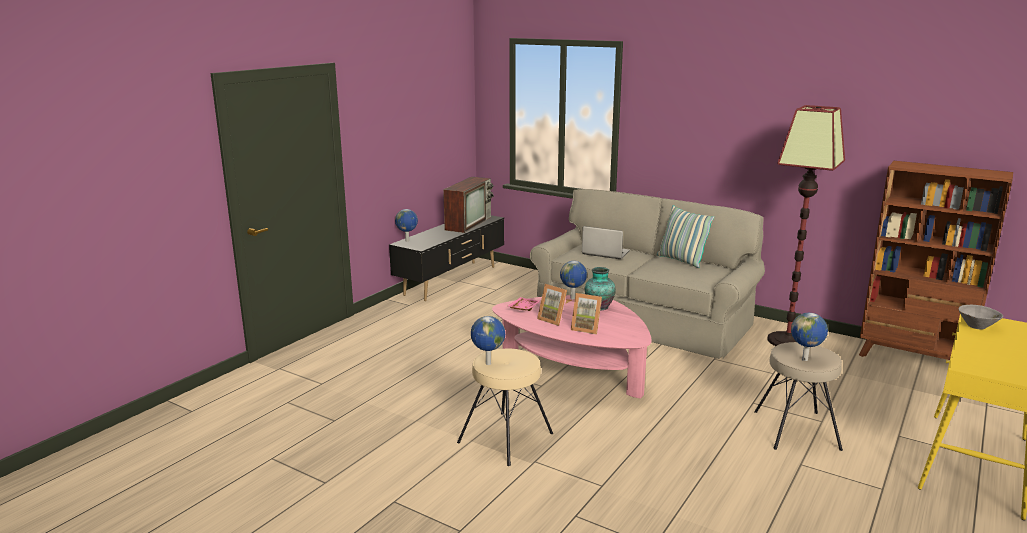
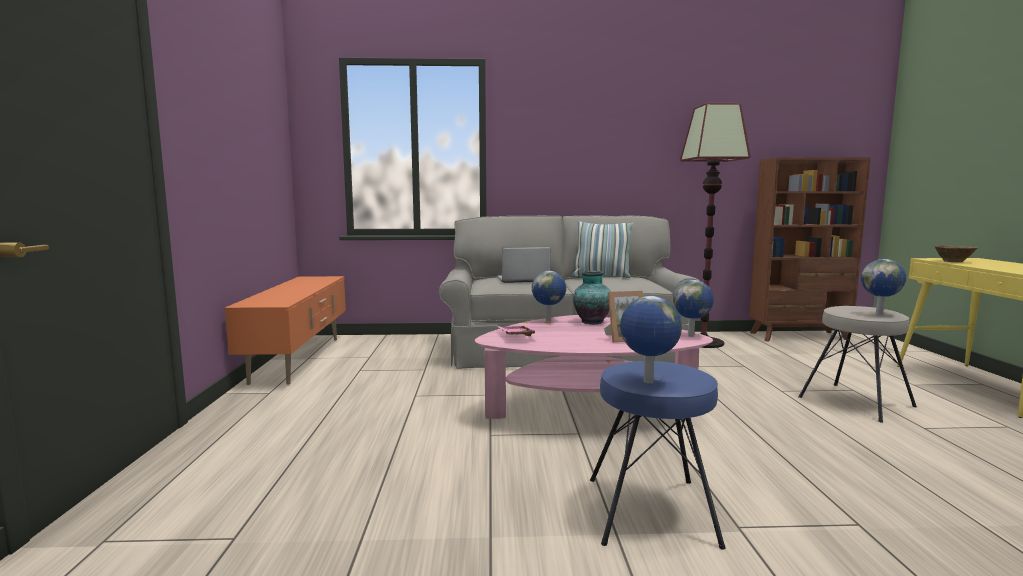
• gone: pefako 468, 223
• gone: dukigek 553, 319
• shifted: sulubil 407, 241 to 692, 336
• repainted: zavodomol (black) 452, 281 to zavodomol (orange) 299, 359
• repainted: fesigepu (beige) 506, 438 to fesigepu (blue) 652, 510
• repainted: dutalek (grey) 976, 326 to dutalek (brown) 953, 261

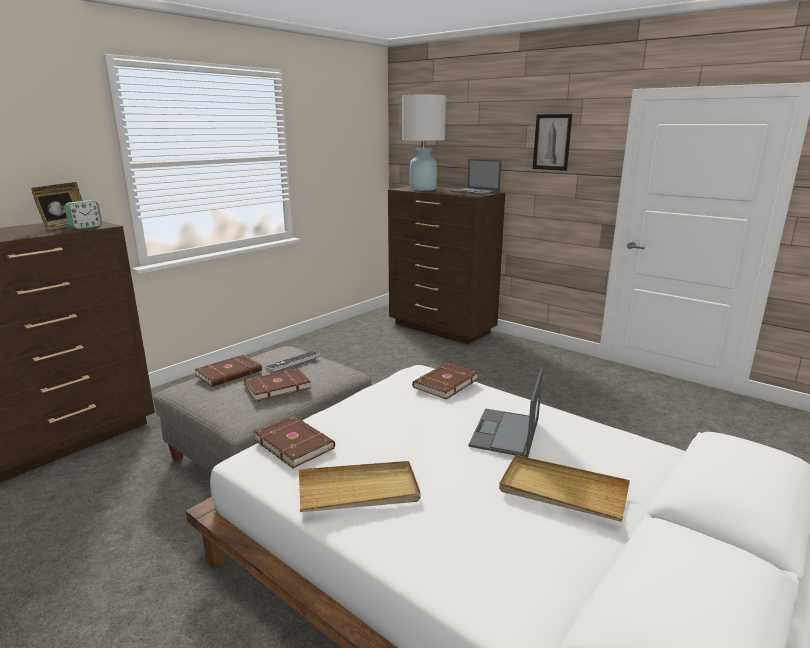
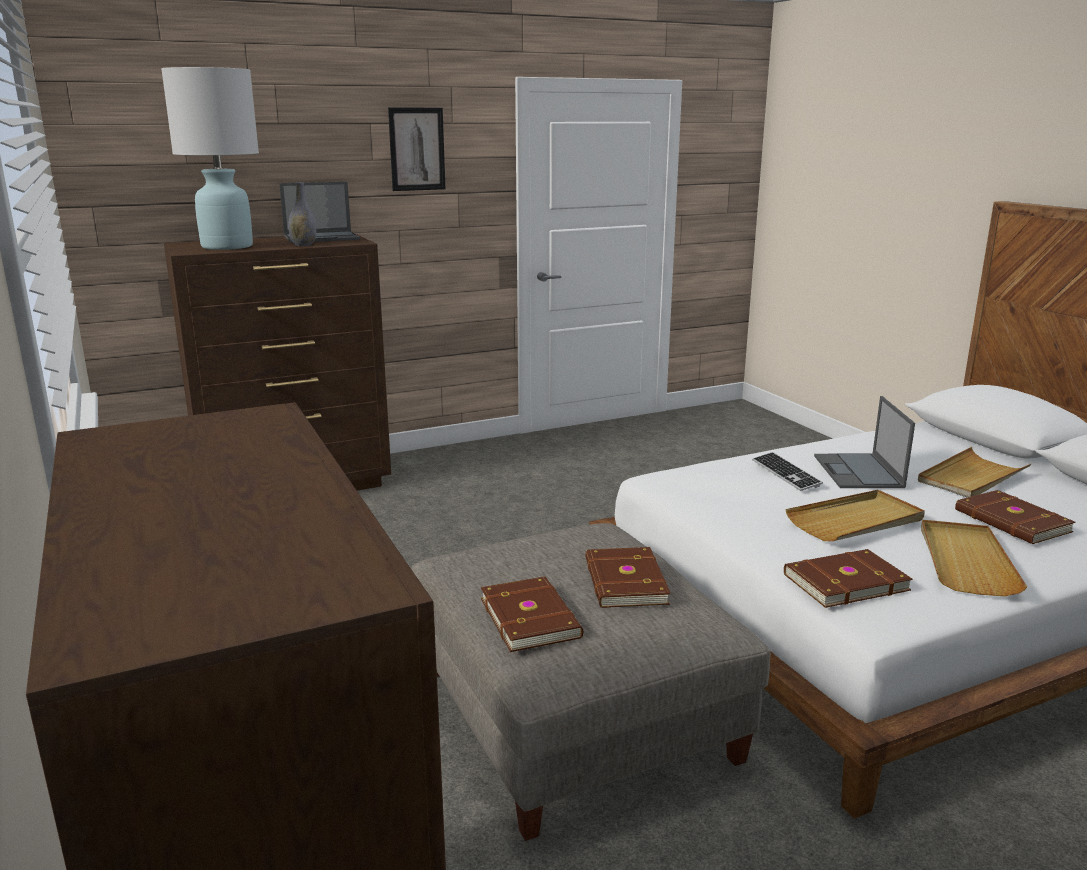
• gone: dukigek 65, 226
• gone: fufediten 86, 227
• new: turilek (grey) 303, 245
• new: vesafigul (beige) 856, 521
• shifted: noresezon 293, 362 to 785, 473
• shifted: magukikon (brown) 444, 383 to 1011, 522
• rotated: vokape 505, 433 = 859, 472 45 degrees clockwise

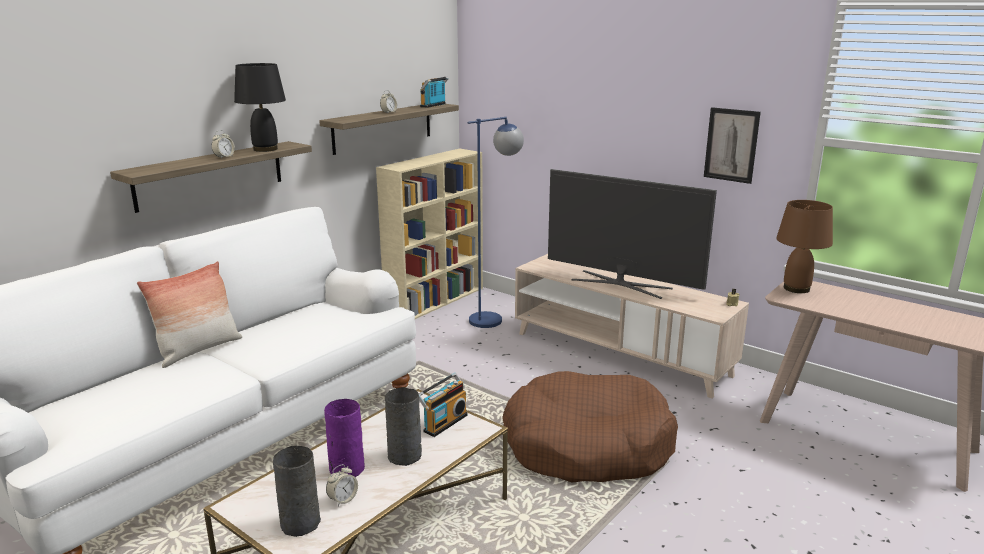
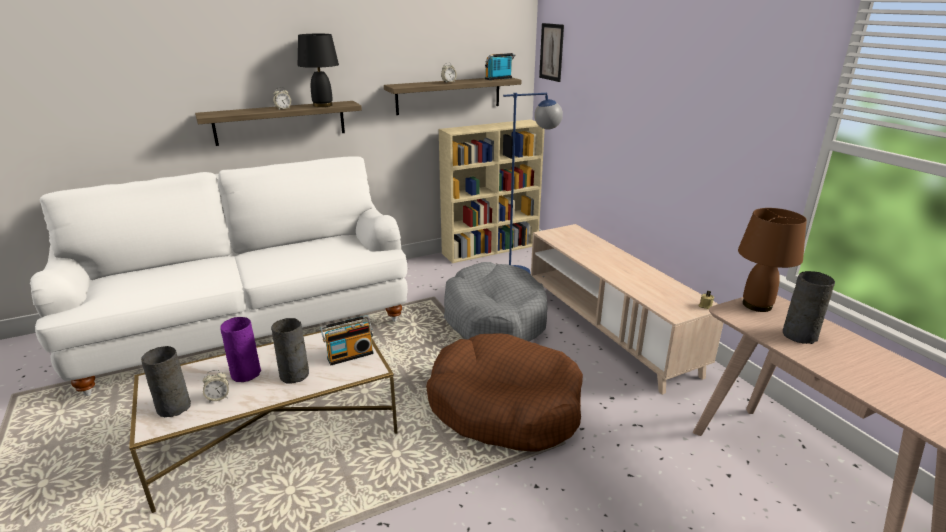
• gone: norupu 198, 350
• gone: pefako 621, 284
• new: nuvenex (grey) 494, 319
• new: turilek (grey) 798, 335
• shifted: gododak 731, 145 to 551, 52

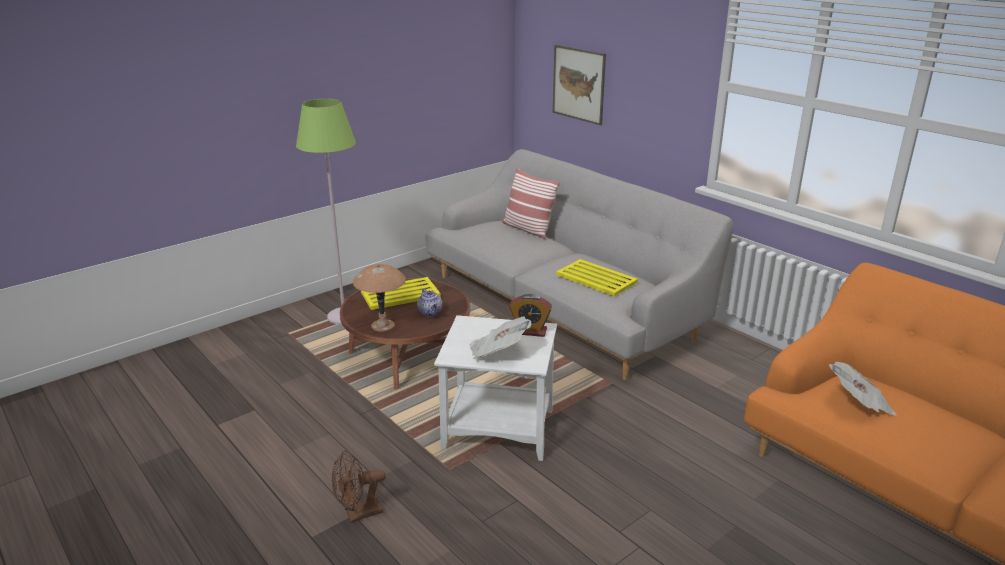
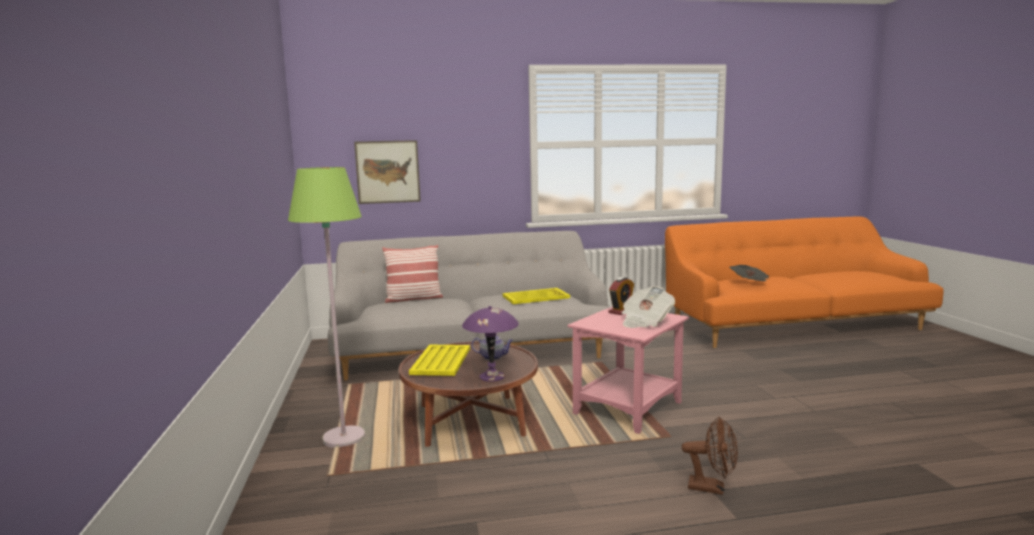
• repainted: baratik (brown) 382, 326 to baratik (purple) 492, 376
• repainted: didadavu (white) 499, 428 to didadavu (pink) 626, 408
• rotated: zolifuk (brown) 358, 514 = 712, 488 75 degrees counterclockwise

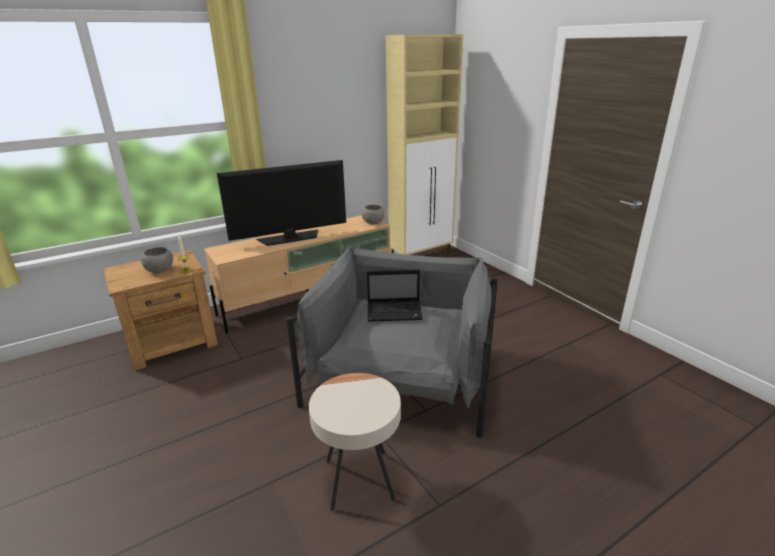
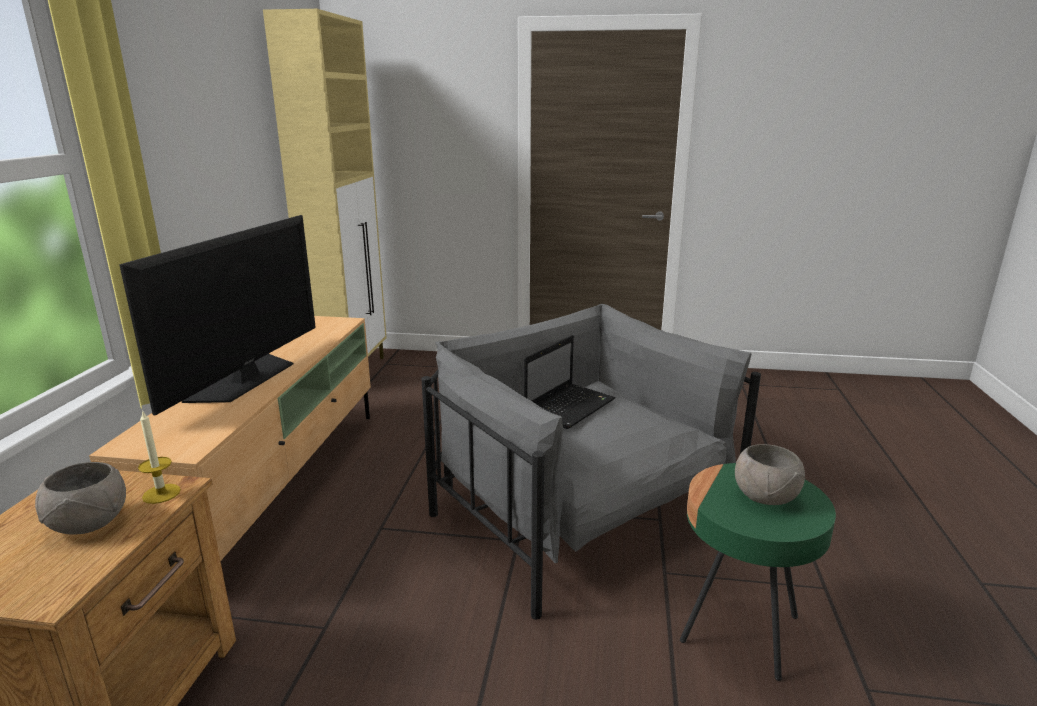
• shifted: dutalek (grey) 373, 223 to 766, 497
• repainted: didadavu (beige) 359, 479 to didadavu (green) 739, 629

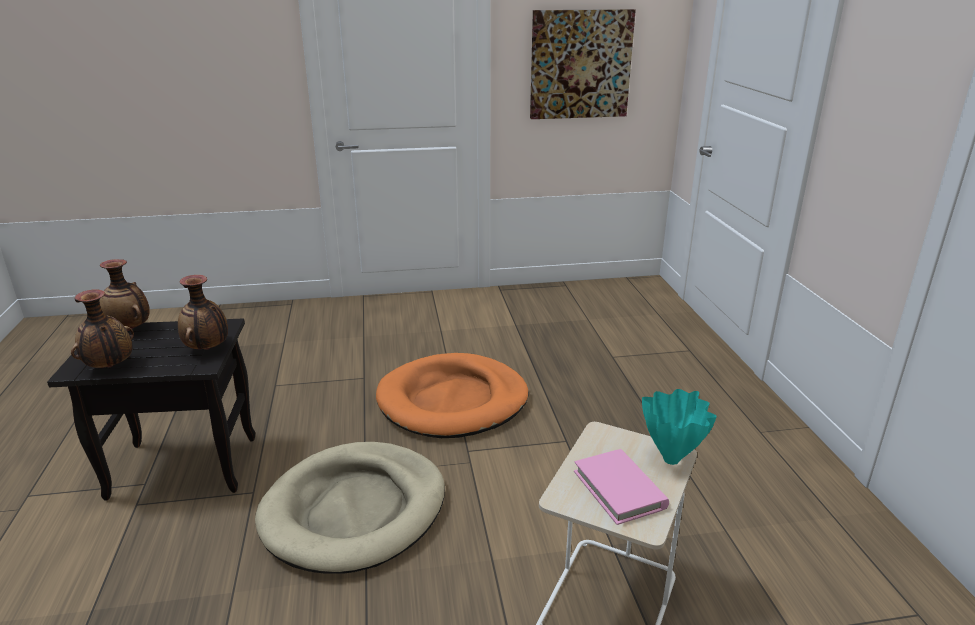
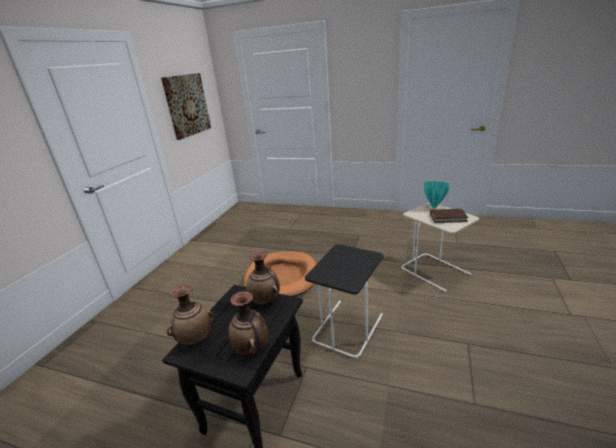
• swapped: nuvenex (beige) 355, 510 to didadavu (black) 347, 327
• repainted: magukikon (pink) 619, 489 to magukikon (brown) 448, 217

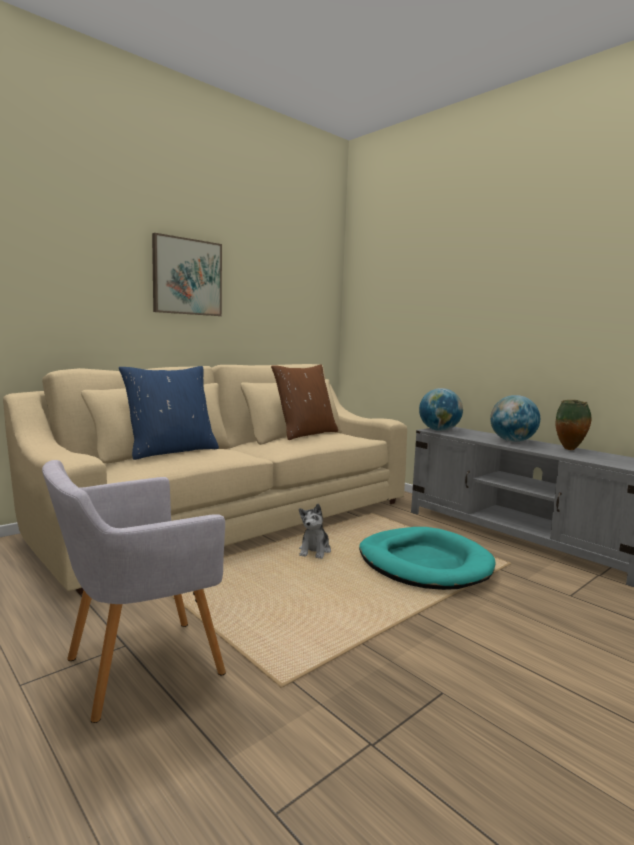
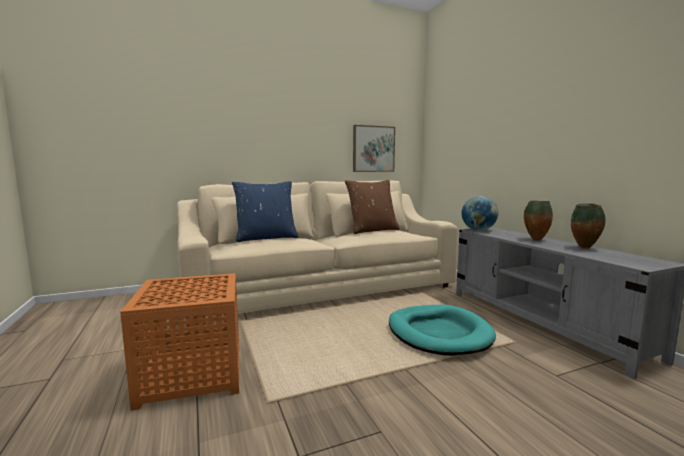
• gone: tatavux 315, 551
• shifted: gododak 187, 277 to 373, 149
• swapped: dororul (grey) 136, 667 to didadavu (orange) 191, 374
• swapped: sulubil 512, 441 to turilek 535, 239

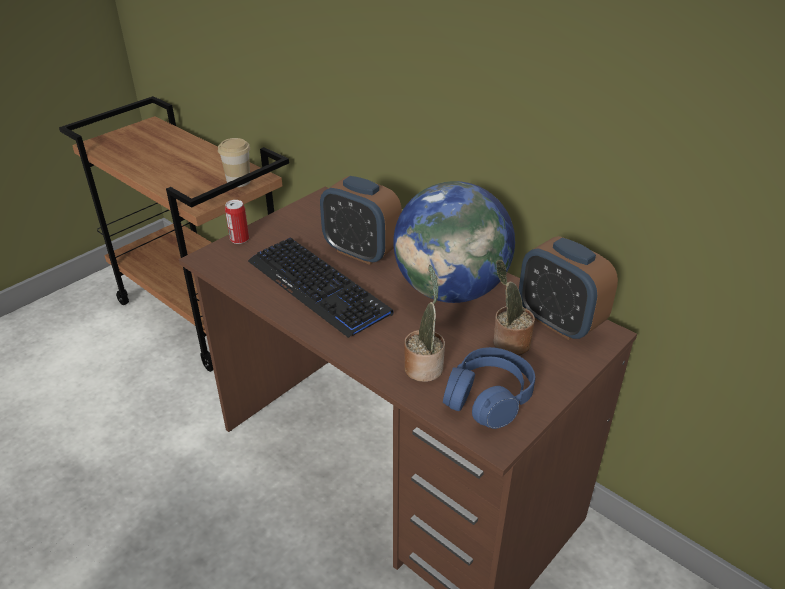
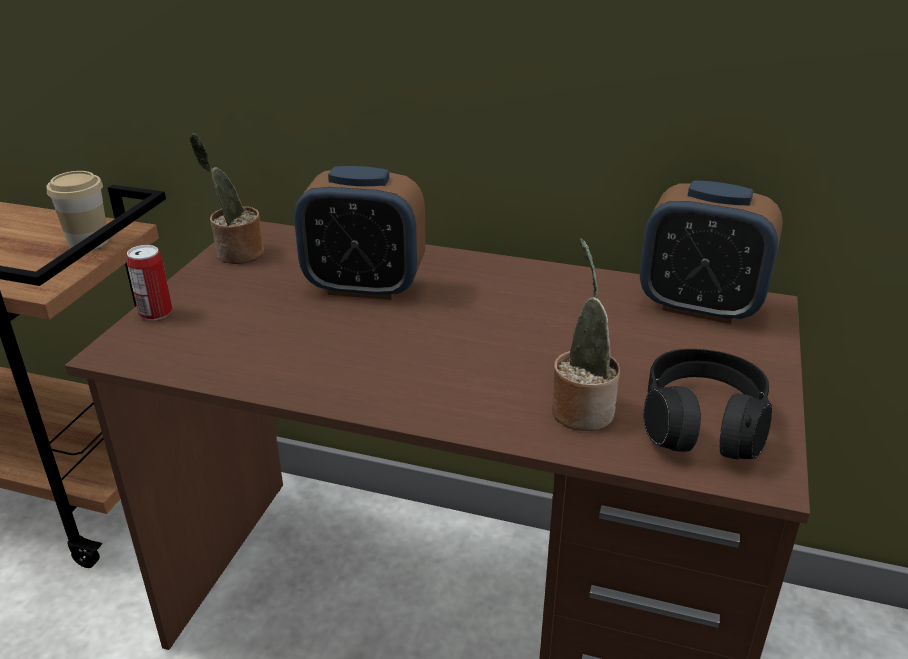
• gone: noresezon 318, 287
• gone: sulubil 451, 290
• shifted: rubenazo 508, 343 to 236, 254
• repainted: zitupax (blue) 488, 398 to zitupax (black) 702, 423

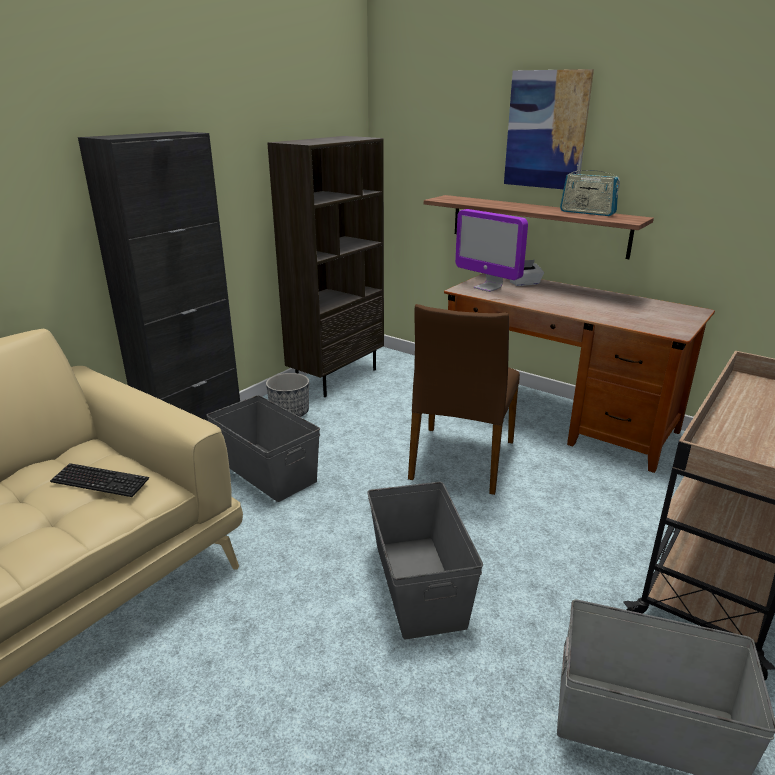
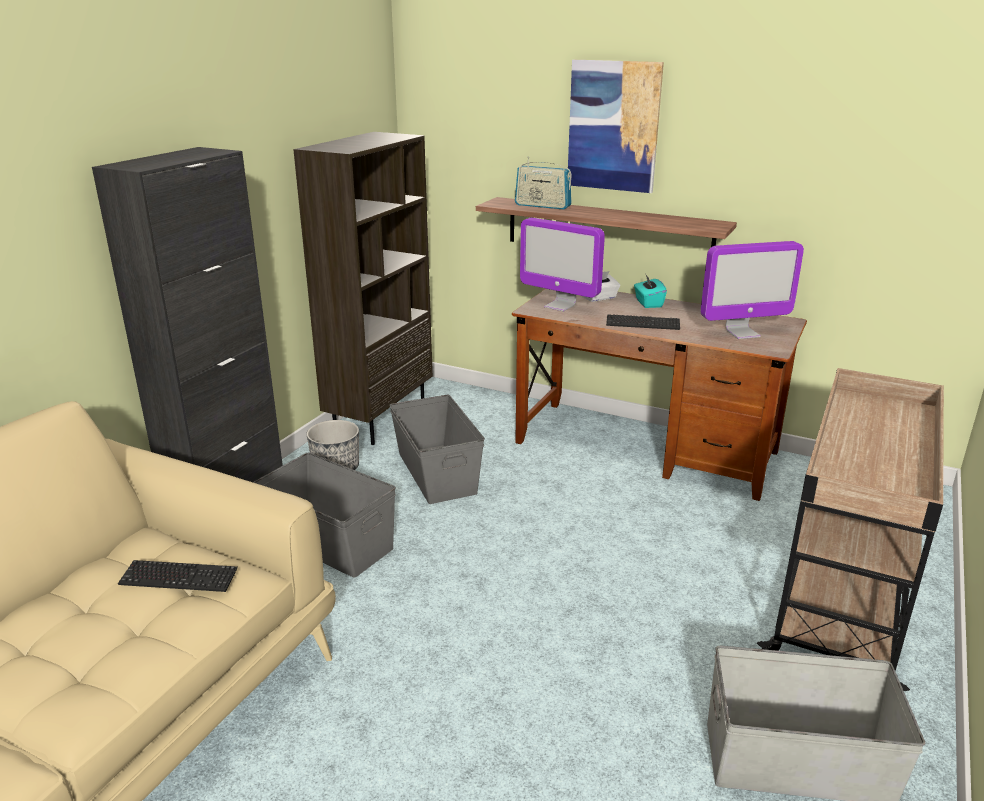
• gone: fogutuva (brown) 460, 459
• new: noresezon 642, 324
• new: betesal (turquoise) 648, 303
• new: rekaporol 742, 333
• shifted: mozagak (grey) 418, 584 to 436, 473
• shifted: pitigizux 587, 213 to 542, 206

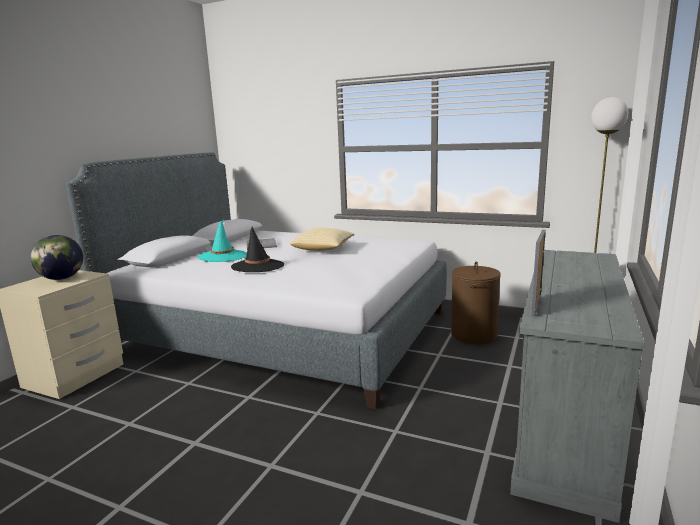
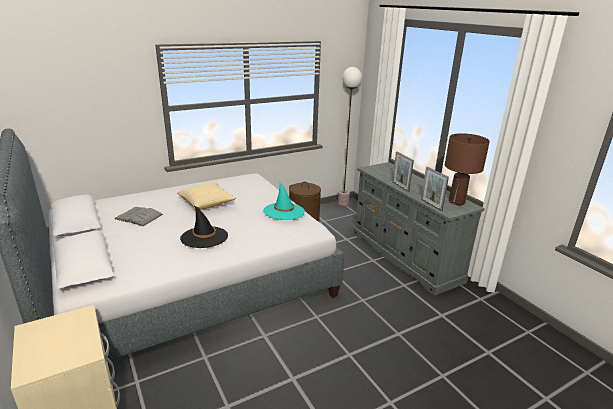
• gone: sulubil 62, 278
• new: dukigek 400, 186
• new: baratik (brown) 456, 202
• shifted: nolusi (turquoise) 223, 256 to 284, 211

